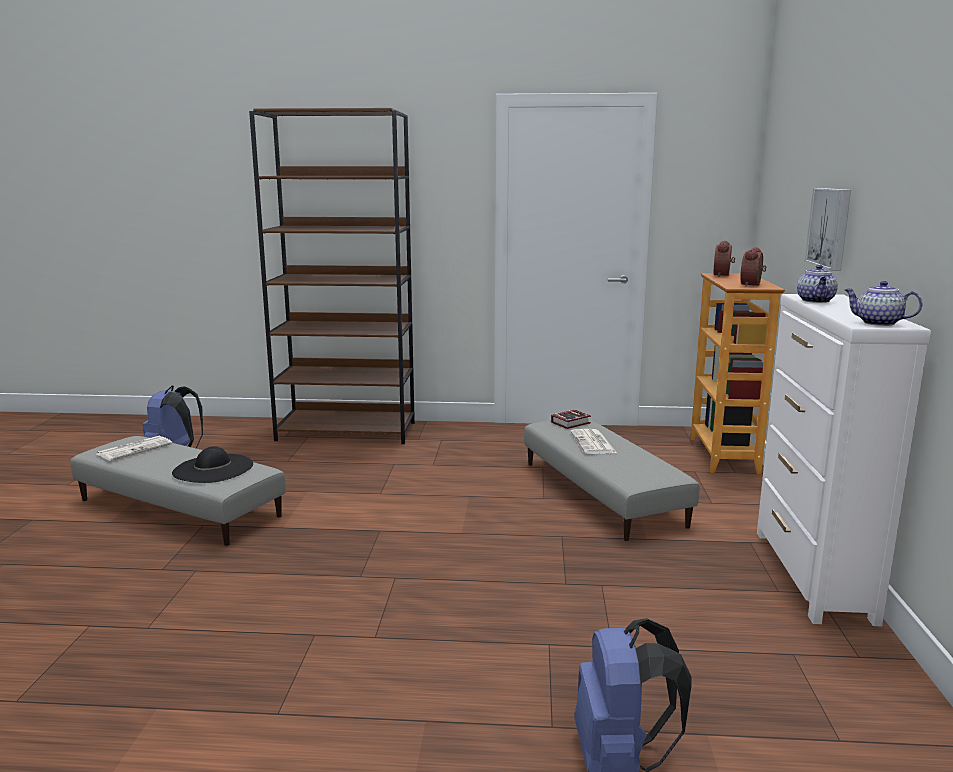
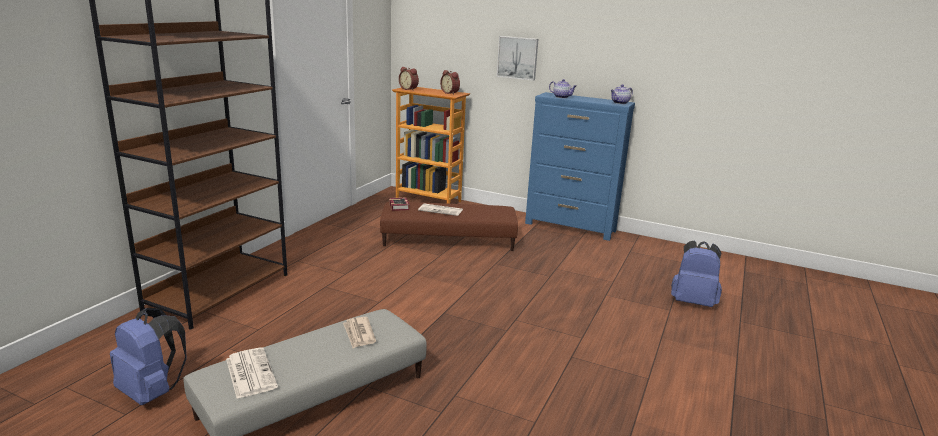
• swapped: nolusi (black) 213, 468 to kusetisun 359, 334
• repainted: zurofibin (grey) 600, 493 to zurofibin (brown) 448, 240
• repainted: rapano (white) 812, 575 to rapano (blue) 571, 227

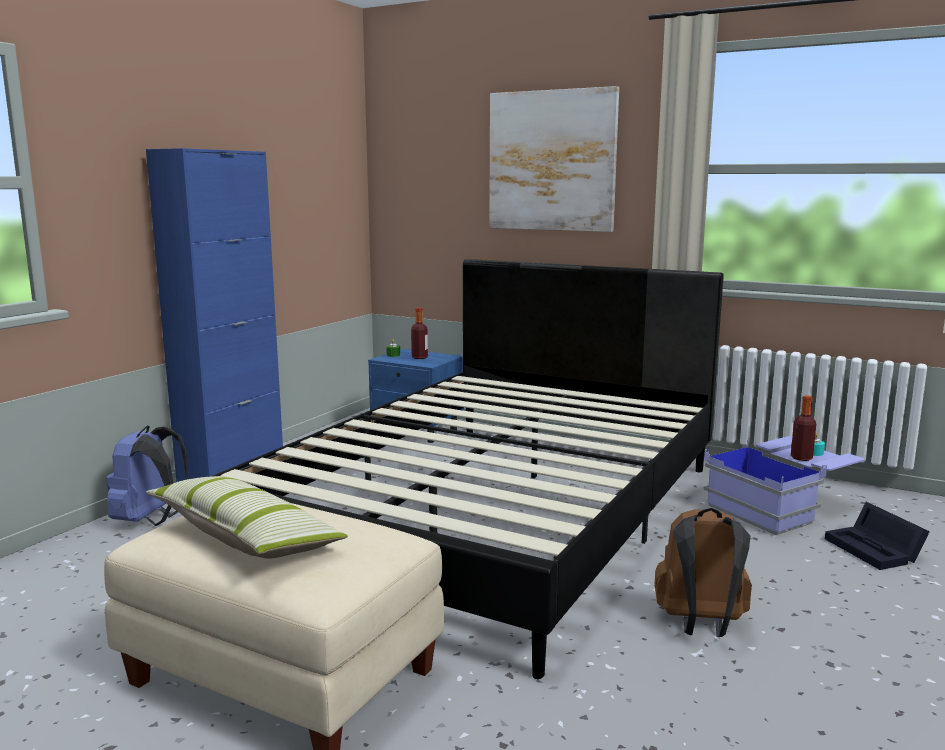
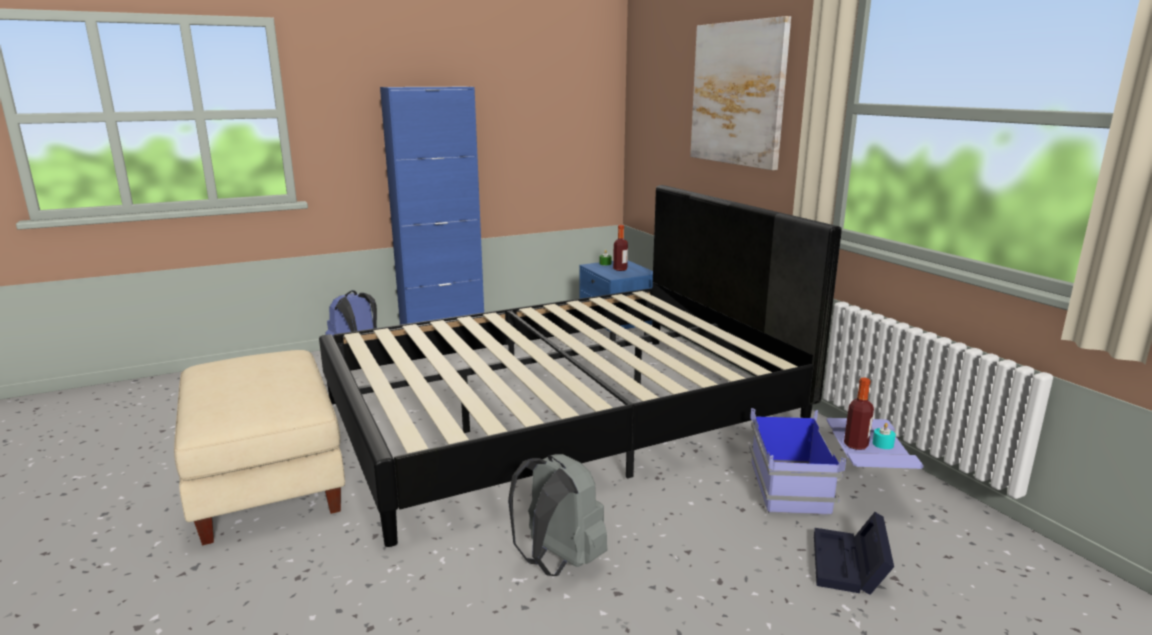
• gone: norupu 245, 537
• repainted: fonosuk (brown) 700, 626 to fonosuk (grey) 558, 561

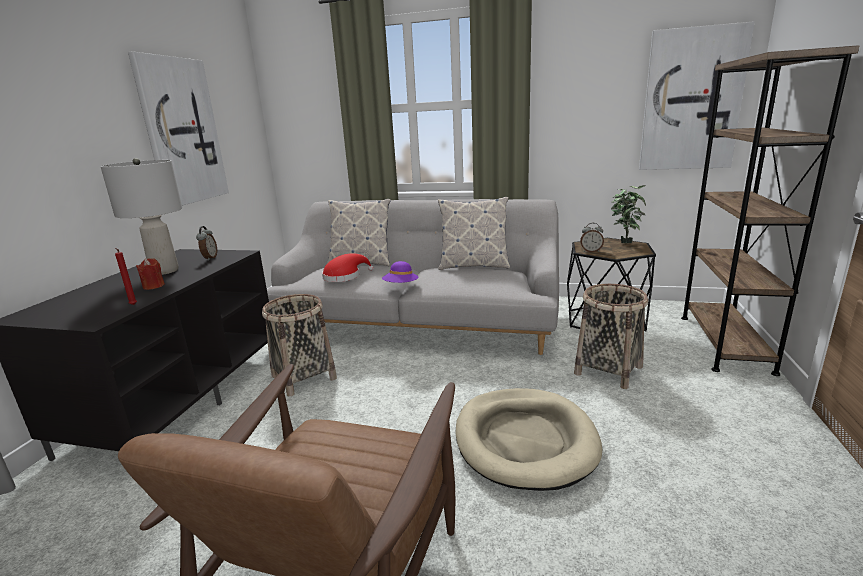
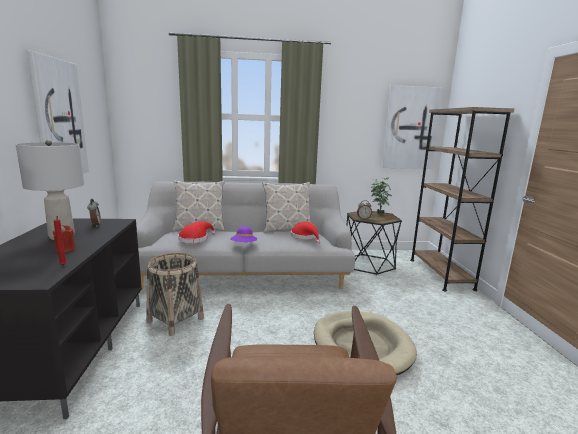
• gone: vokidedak 608, 370
• new: nolusi (red) 305, 237

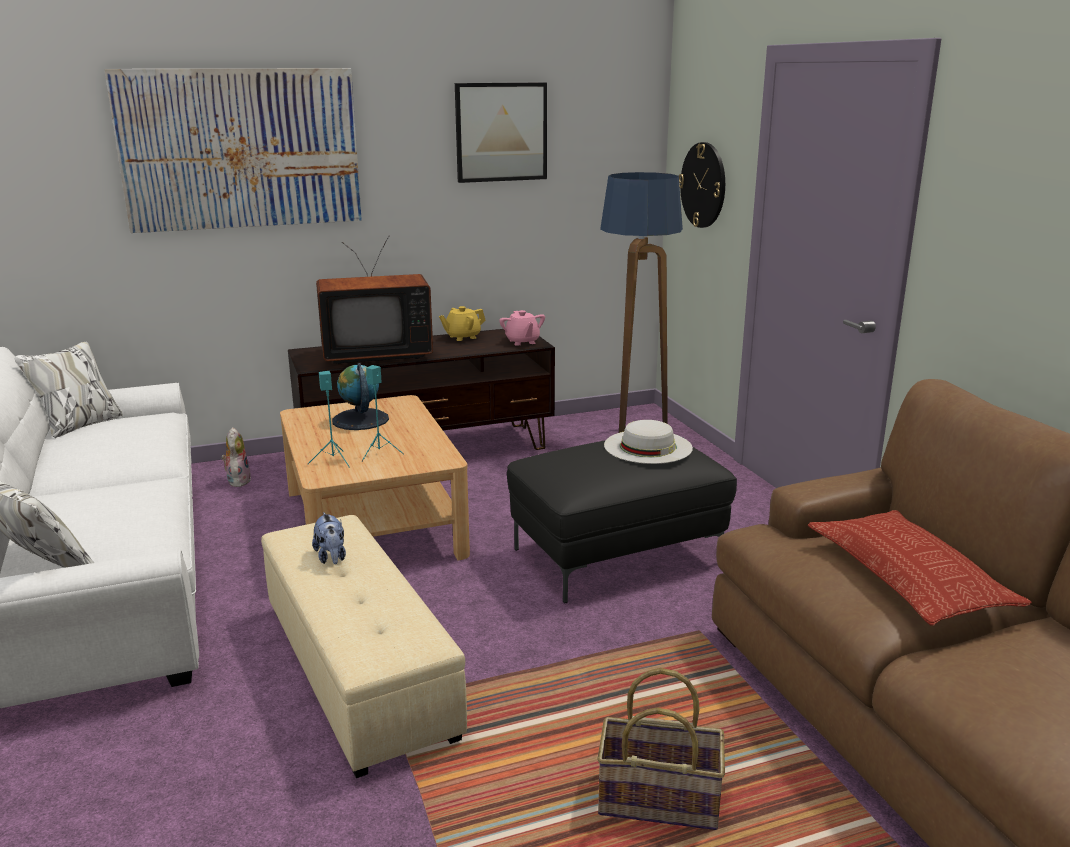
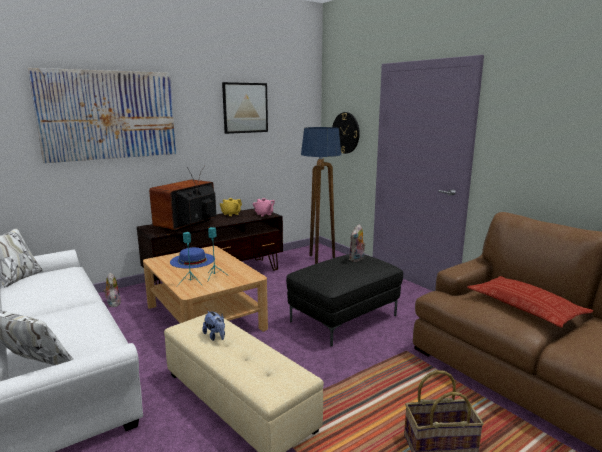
• swapped: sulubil 360, 420 to nolusi (blue) 192, 260
• swapped: nolusi (white) 648, 446 to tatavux 357, 259
• rotated: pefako 375, 354 = 189, 225 150 degrees clockwise

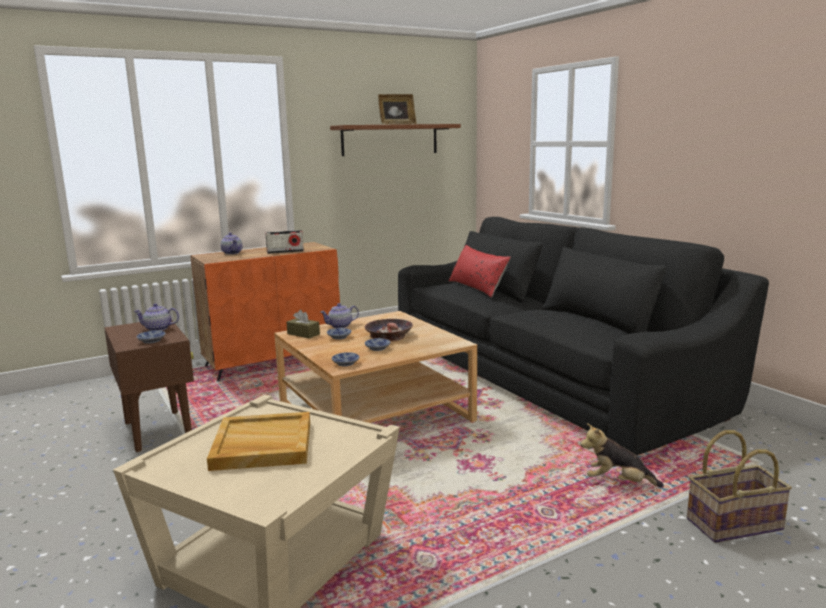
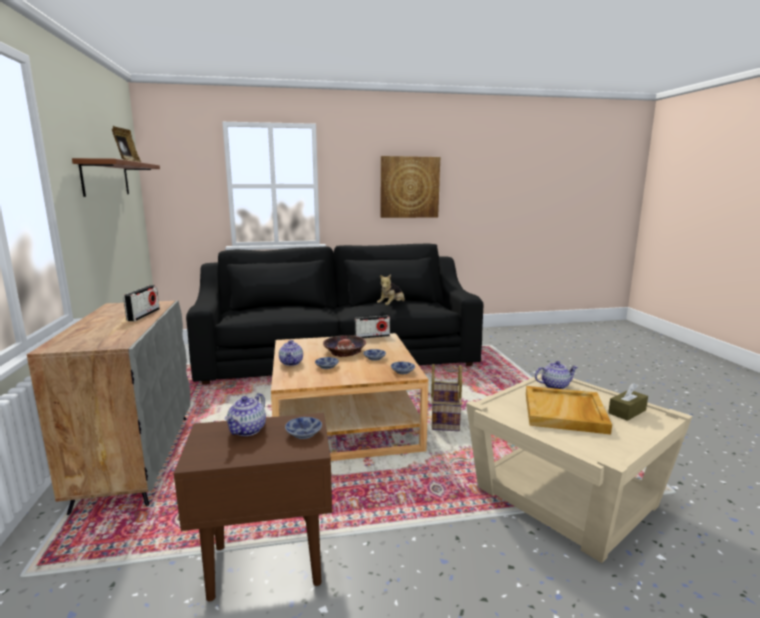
• gone: norupu (red) 477, 287
• new: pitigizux 372, 336
• new: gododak 409, 187
• shifted: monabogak 232, 253 to 555, 386
• shifted: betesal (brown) 303, 334 to 627, 412
• shifted: tatavux 618, 482 to 392, 306
• shifted: vokidedak 733, 523 to 444, 419
• repainted: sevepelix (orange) 273, 361 to sevepelix (grey) 136, 459

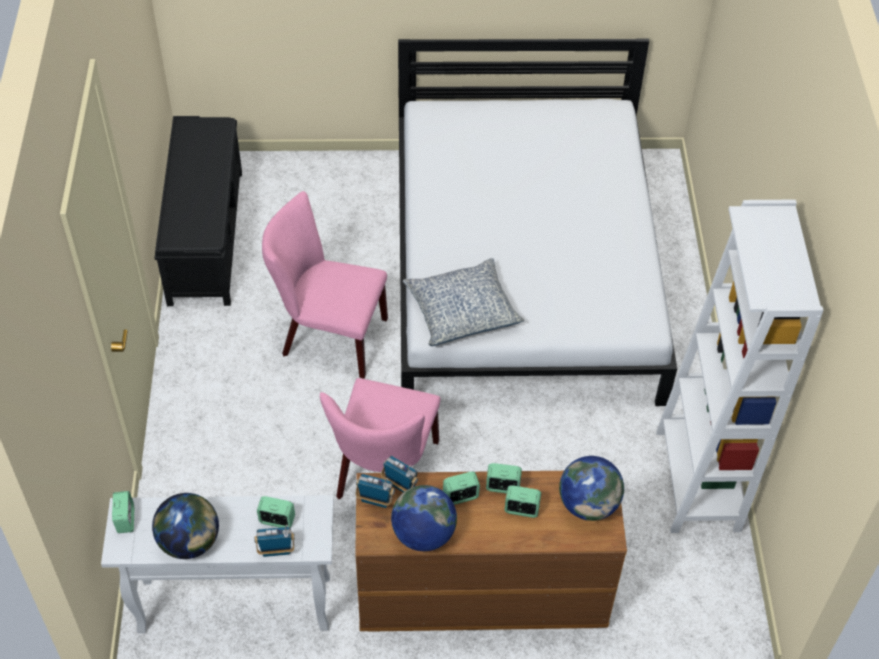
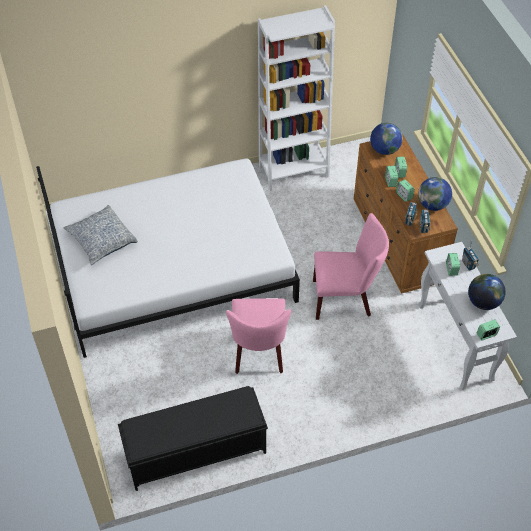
• shifted: norupu 462, 311 to 101, 240

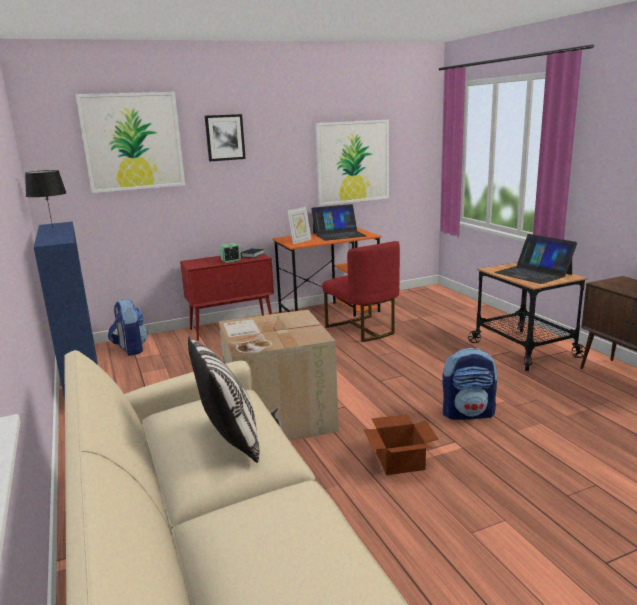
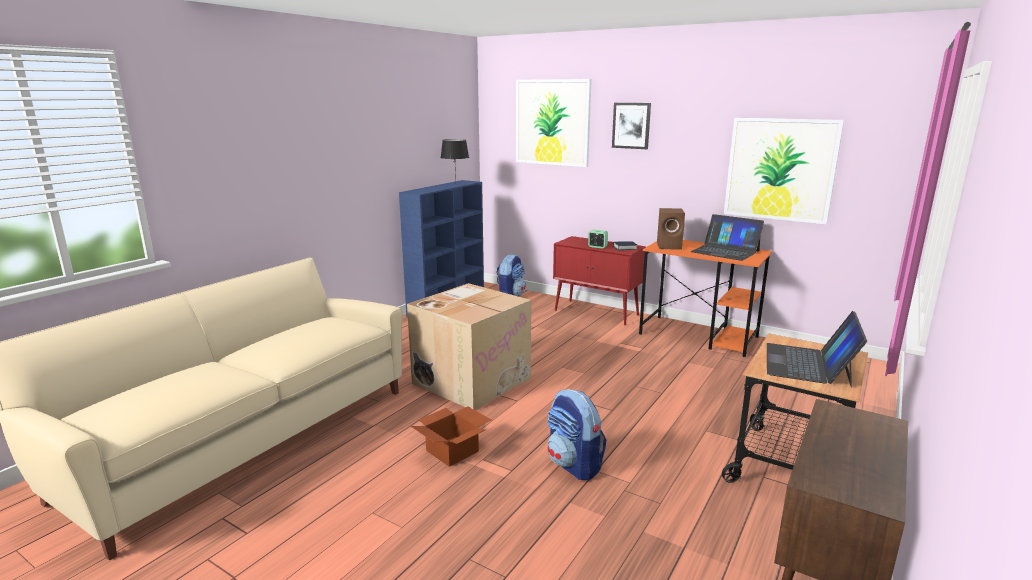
• gone: norupu 229, 439
• gone: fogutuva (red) 362, 329
• swapped: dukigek 300, 241 to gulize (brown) 670, 246

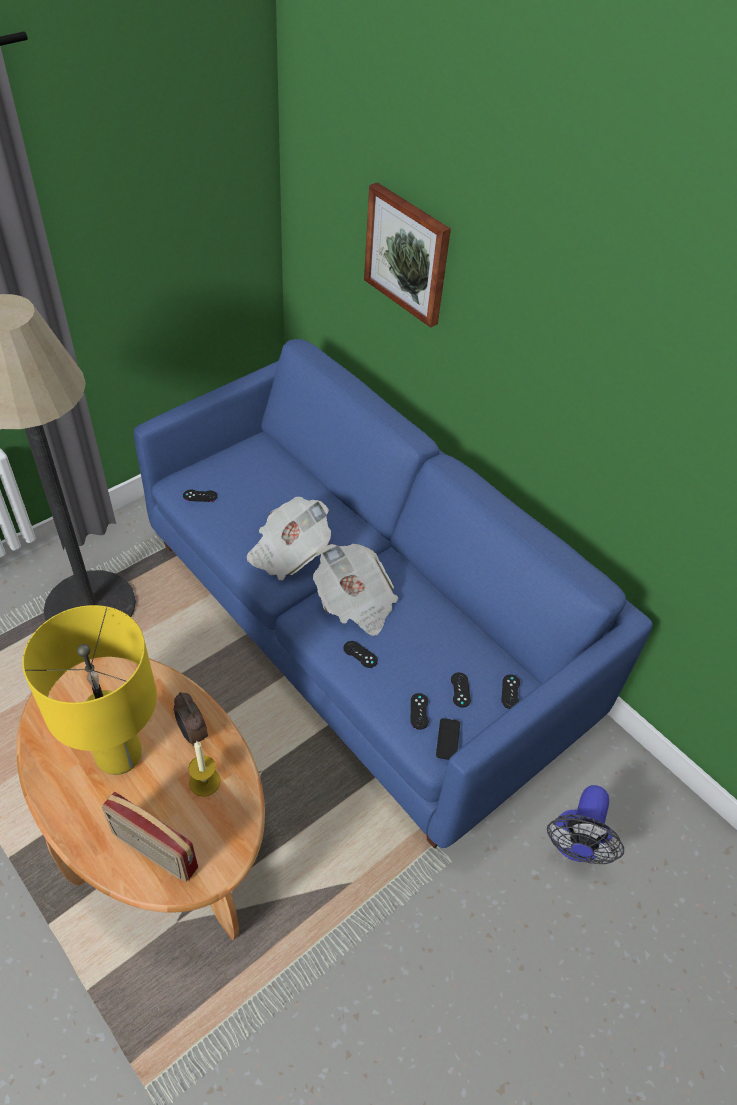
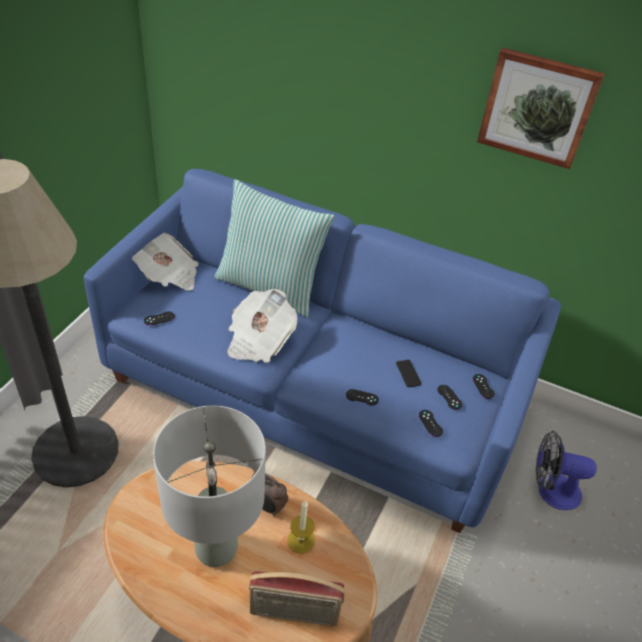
• new: norupu 270, 287
• shifted: kusetisun 355, 603 to 168, 275
• shifted: gododak 408, 254 to 538, 107
• shifted: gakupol 448, 739 to 408, 373
• repainted: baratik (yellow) 118, 755 to baratik (grey) 215, 548
• rotated: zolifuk 575, 845 = 551, 490 105 degrees clockwise

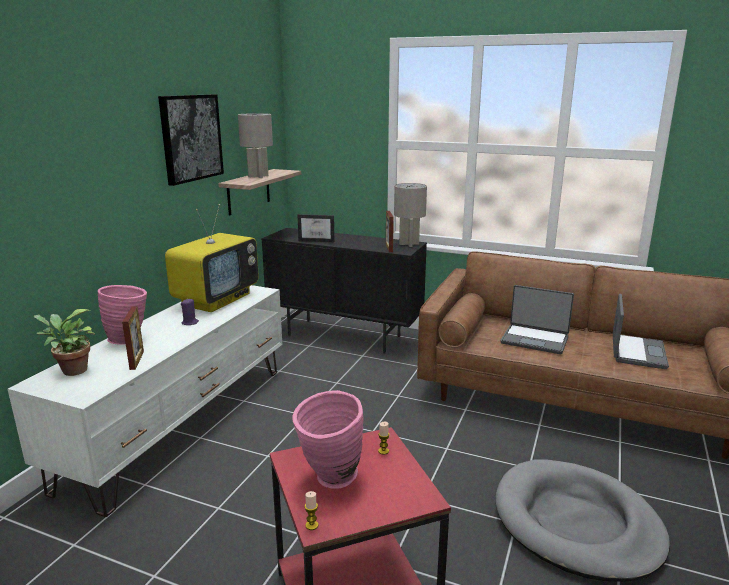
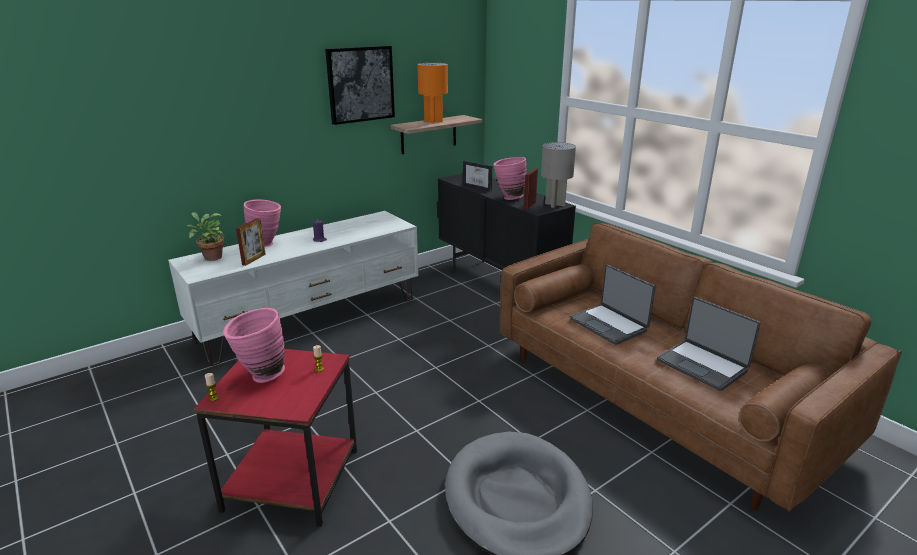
• gone: pefako 216, 299
• new: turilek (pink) 508, 198
• repainted: baratik (grey) 258, 176 to baratik (orange) 433, 121
• rotated: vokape 636, 352 = 702, 365 90 degrees clockwise

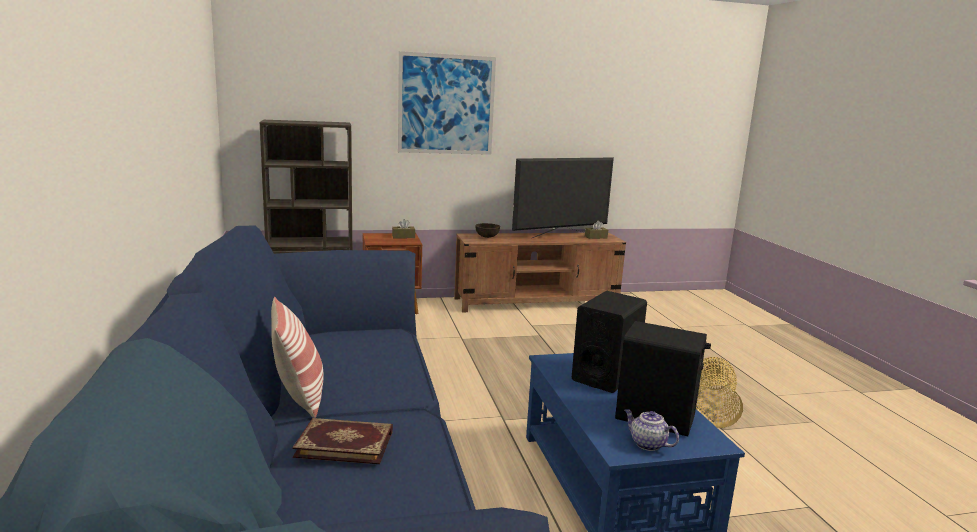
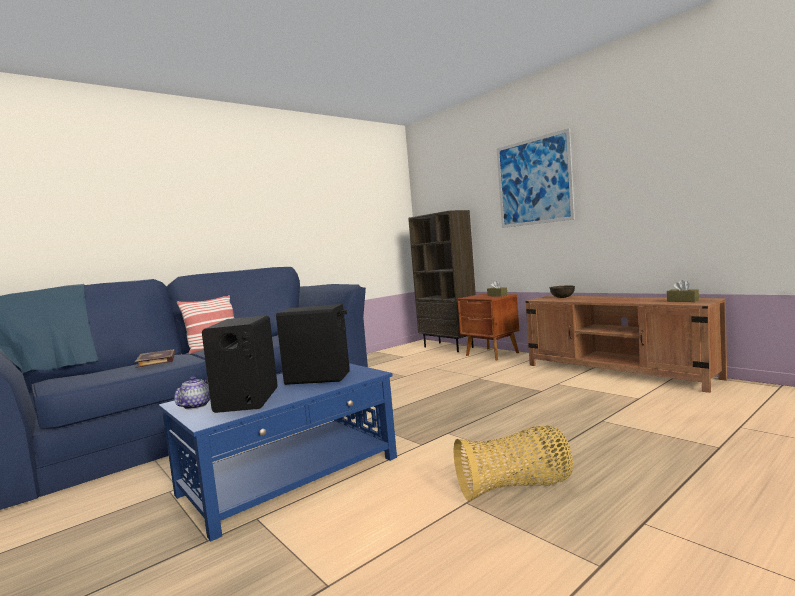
• gone: pefako 560, 235

